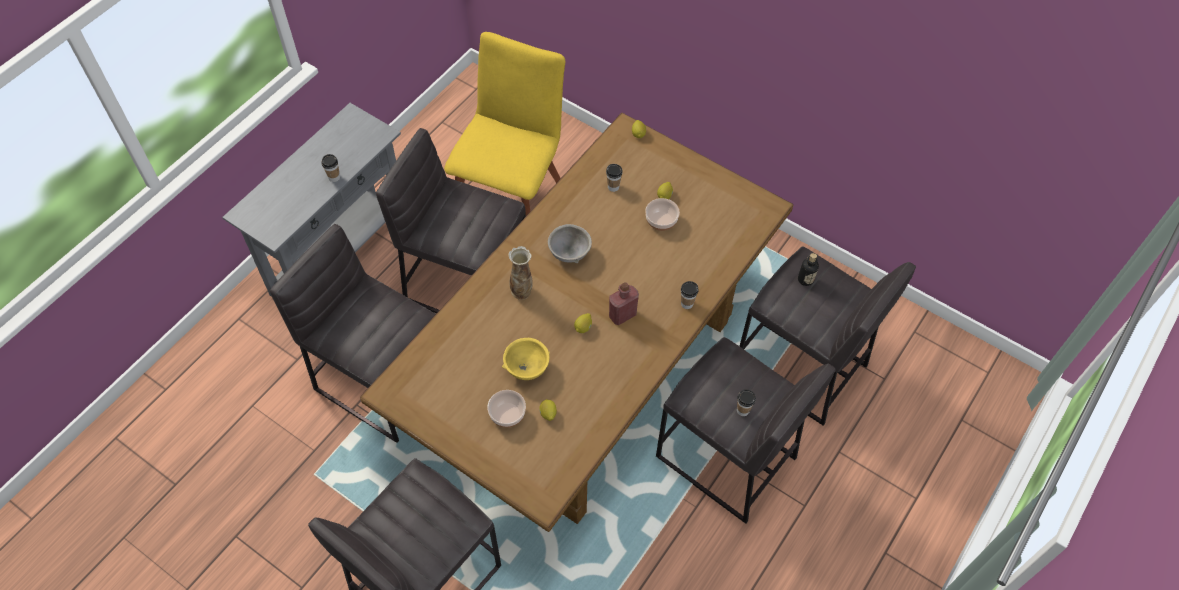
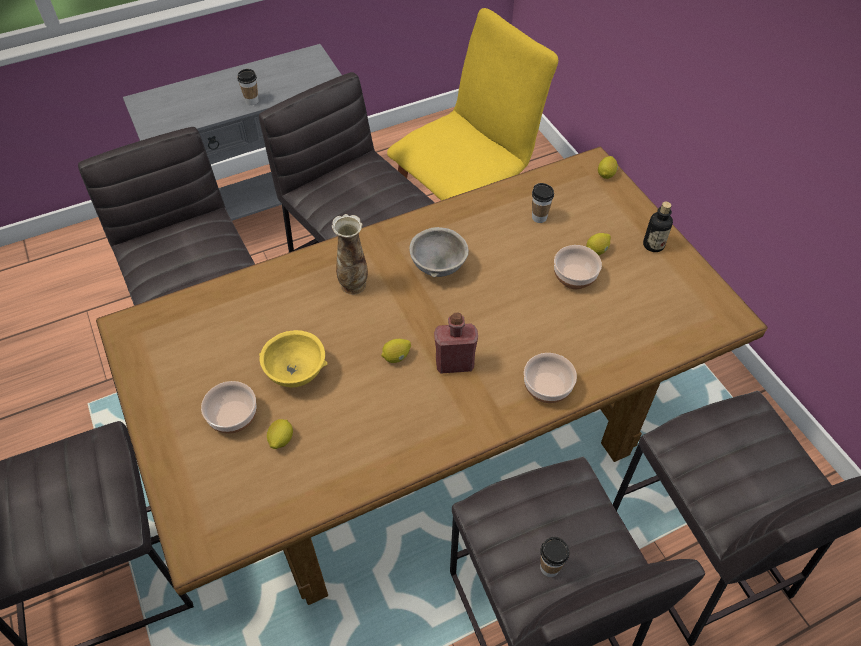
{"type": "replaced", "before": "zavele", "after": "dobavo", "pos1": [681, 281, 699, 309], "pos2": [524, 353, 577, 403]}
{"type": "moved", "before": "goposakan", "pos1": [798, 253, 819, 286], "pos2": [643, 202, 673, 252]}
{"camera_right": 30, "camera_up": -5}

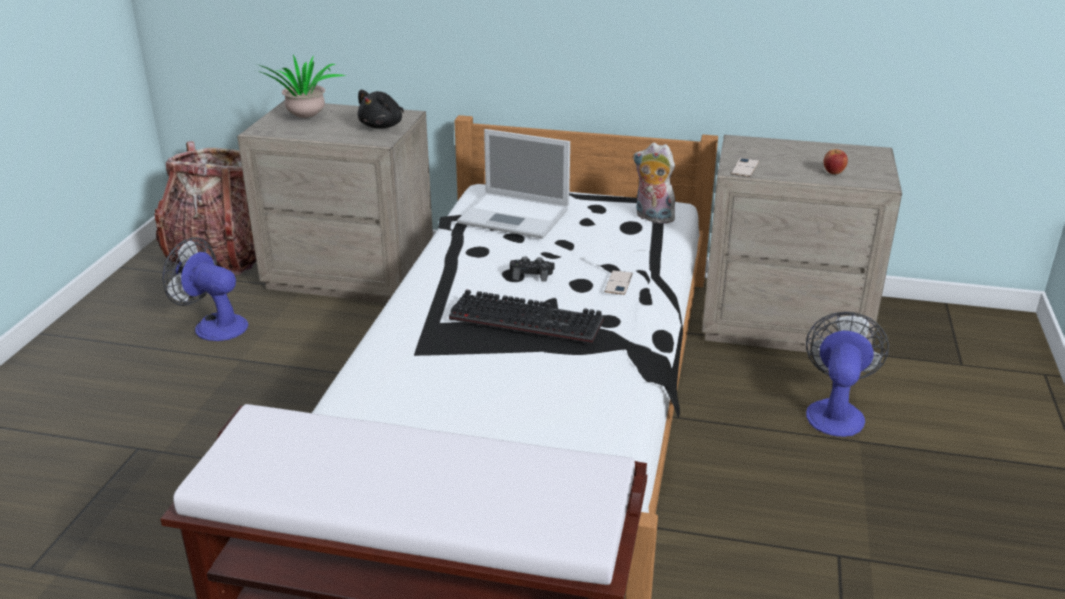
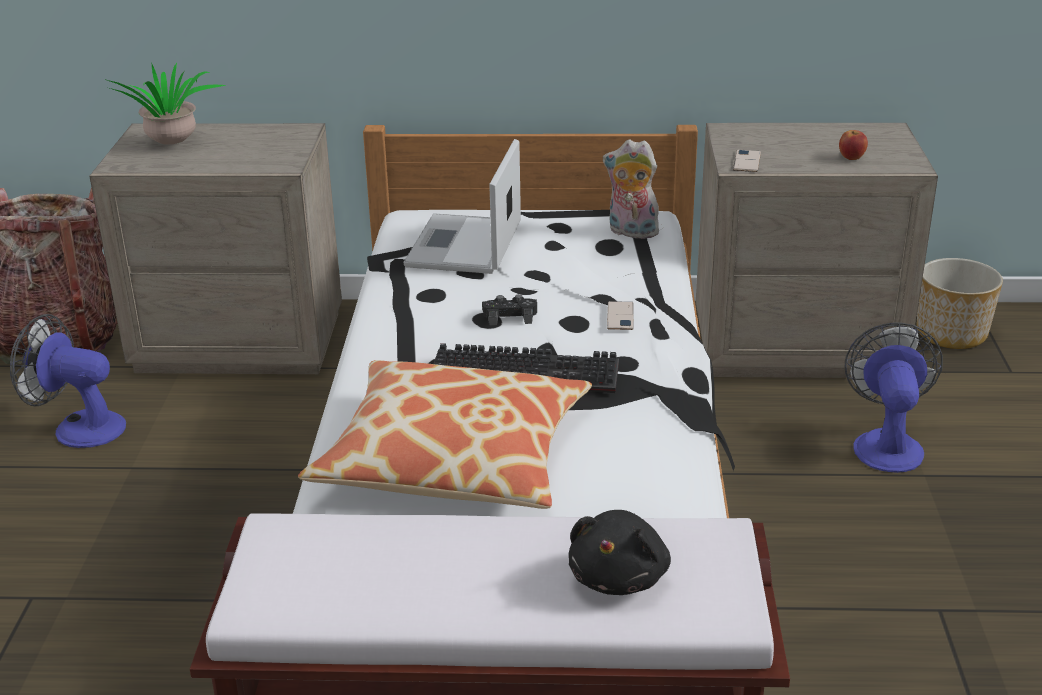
{"type": "moved", "before": "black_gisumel", "pos1": [357, 90, 404, 128], "pos2": [569, 510, 671, 595]}
{"type": "turned", "before": "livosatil", "pos1": [457, 129, 570, 239], "pos2": [403, 139, 521, 274], "turn": 90}
{"type": "added", "after": "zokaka", "pos2": [298, 360, 592, 509]}
{"type": "added", "after": "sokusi", "pos2": [917, 258, 1003, 349]}
{"camera_right": -10, "camera_up": 0}

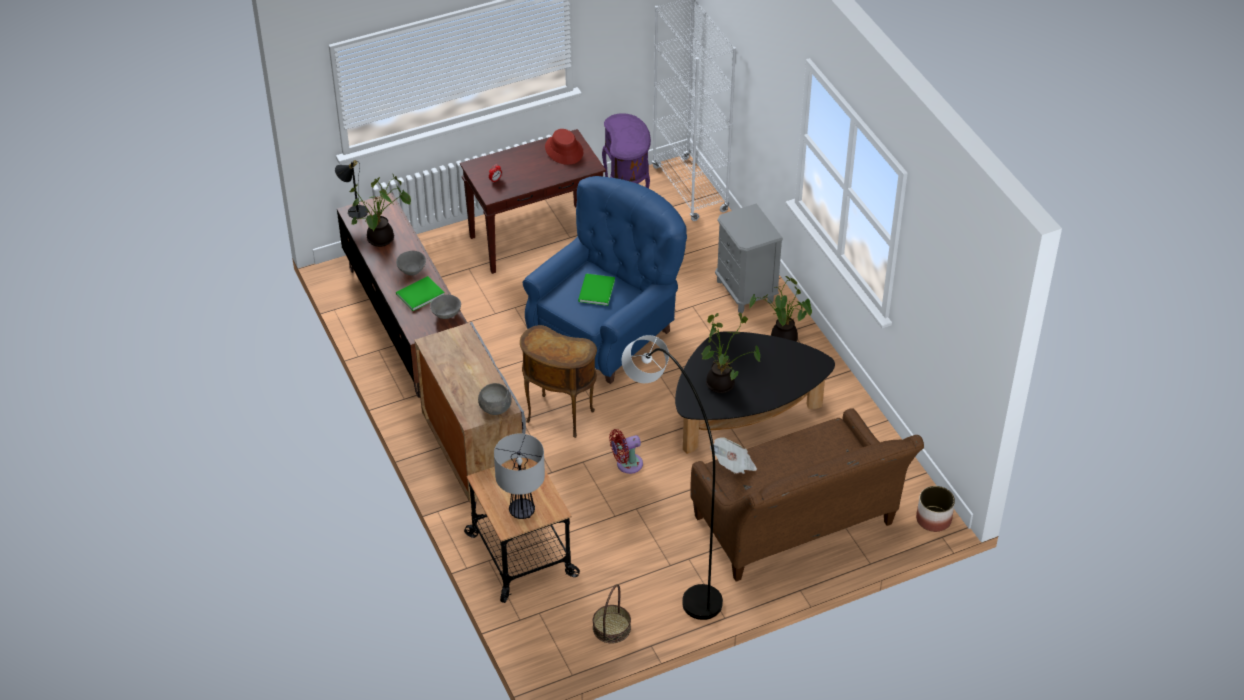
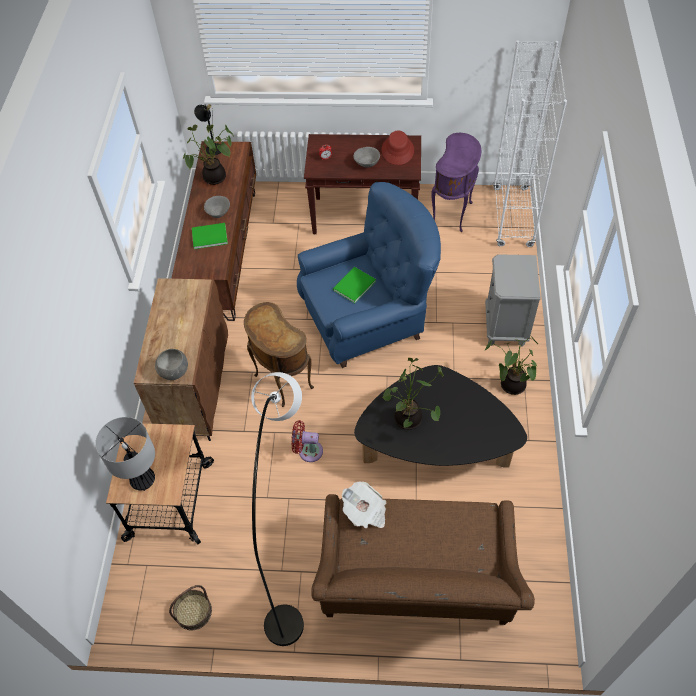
{"type": "recoloured", "before": "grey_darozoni", "after": "brown_darozoni", "pos1": [415, 322, 526, 508], "pos2": [134, 278, 228, 441]}
{"type": "moved", "before": "grey_dobavo", "pos1": [430, 295, 461, 319], "pos2": [353, 147, 380, 168]}
{"type": "removed", "before": "sokusi", "pos1": [916, 486, 955, 532]}
{"camera_right": 30, "camera_up": 10}

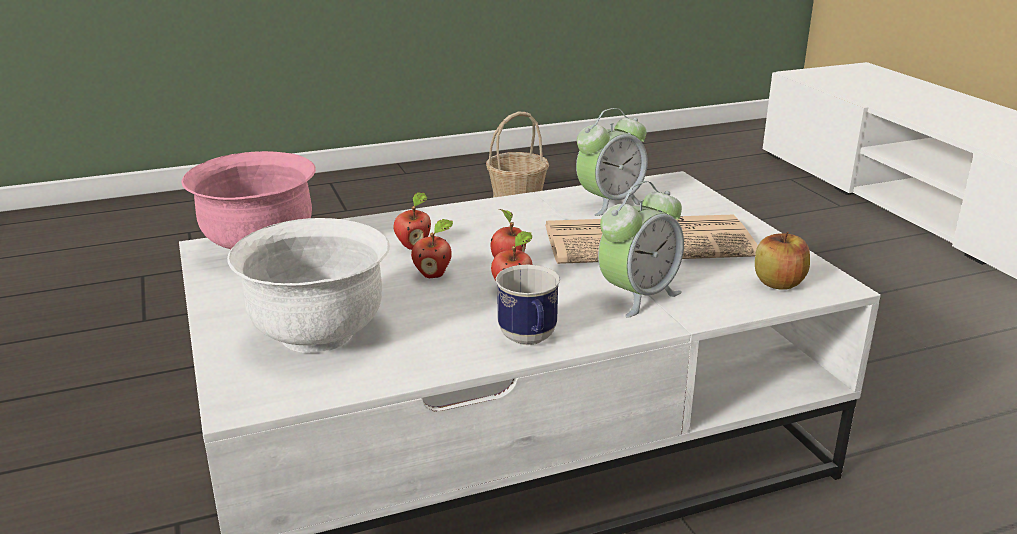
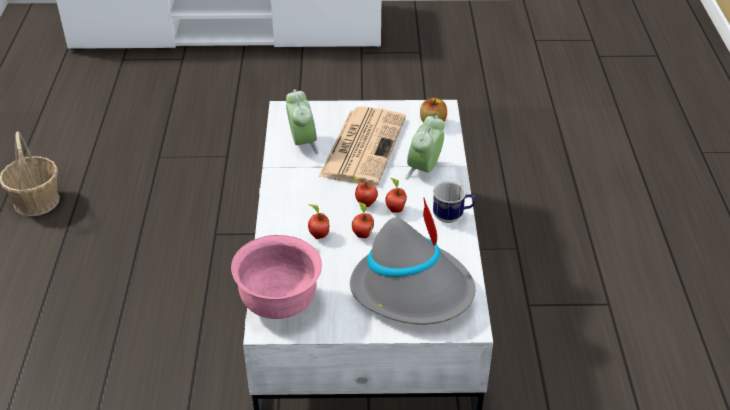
{"type": "replaced", "before": "white_dobavo", "after": "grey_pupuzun", "pos1": [227, 218, 390, 353], "pos2": [350, 197, 475, 325]}
{"type": "turned", "before": "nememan", "pos1": [598, 181, 684, 318], "pos2": [406, 115, 445, 180], "turn": -135}
{"camera_right": -70, "camera_up": 15}

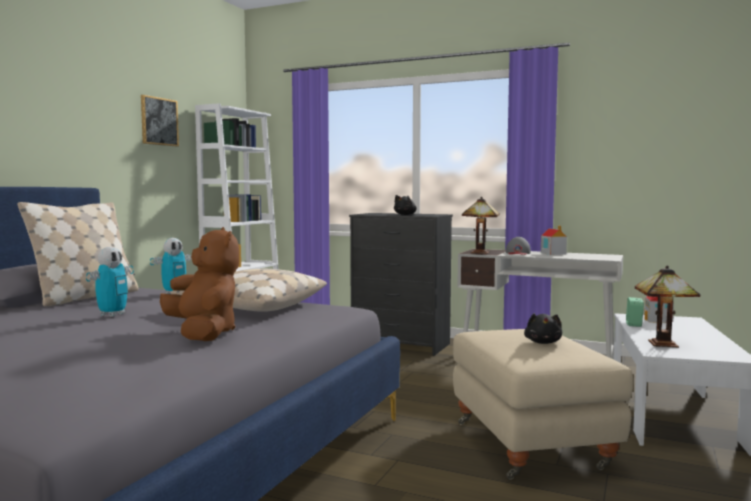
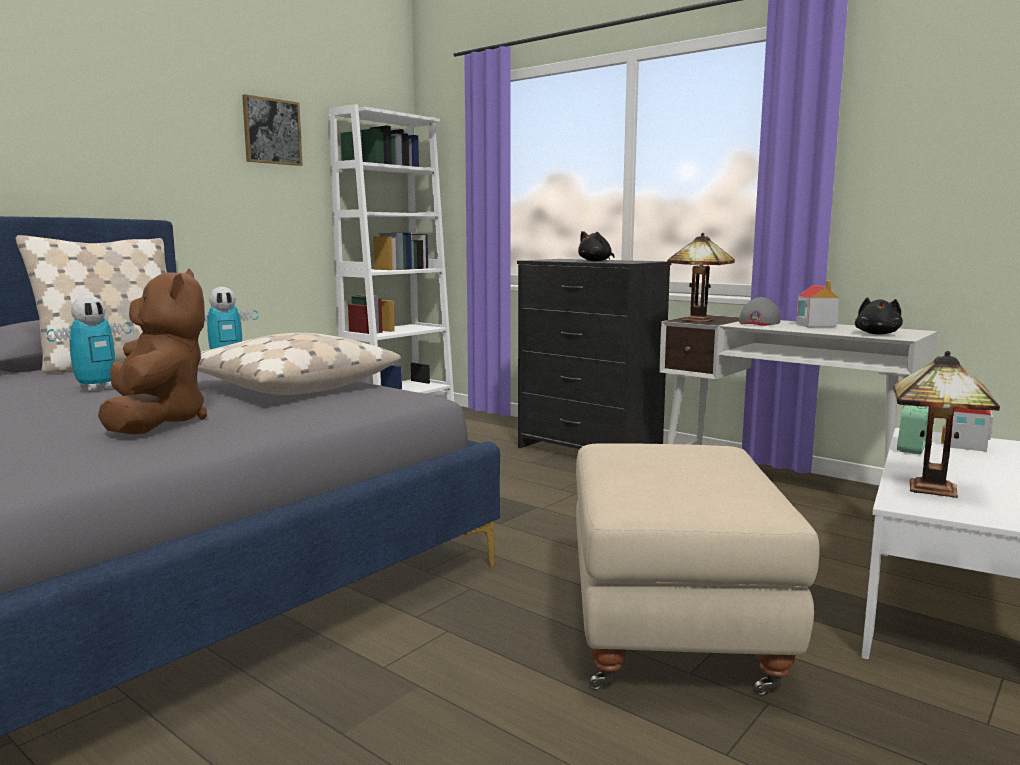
{"type": "moved", "before": "black_gisumel", "pos1": [524, 313, 562, 344], "pos2": [855, 297, 903, 335]}
{"camera_right": 15, "camera_up": 5}

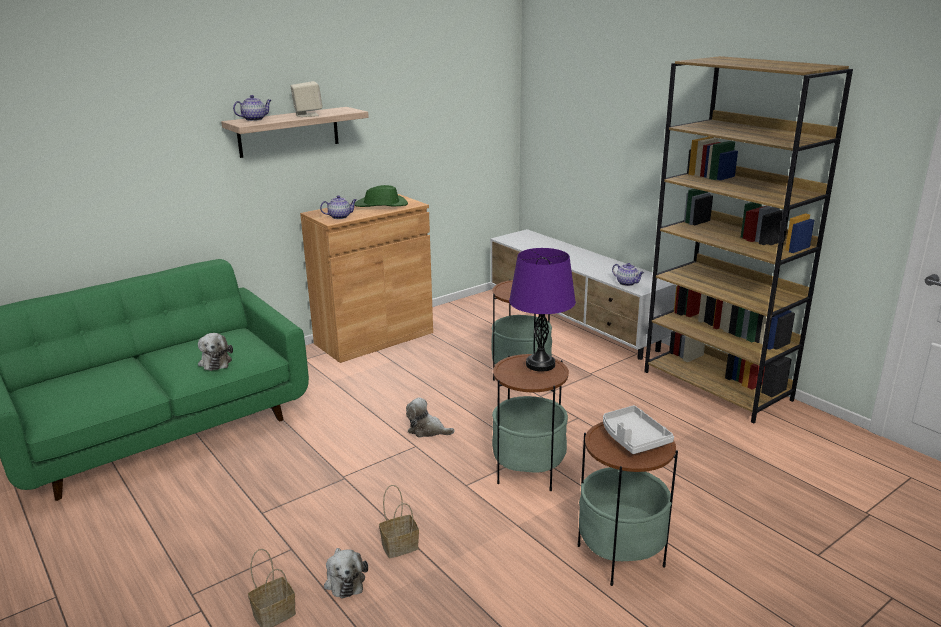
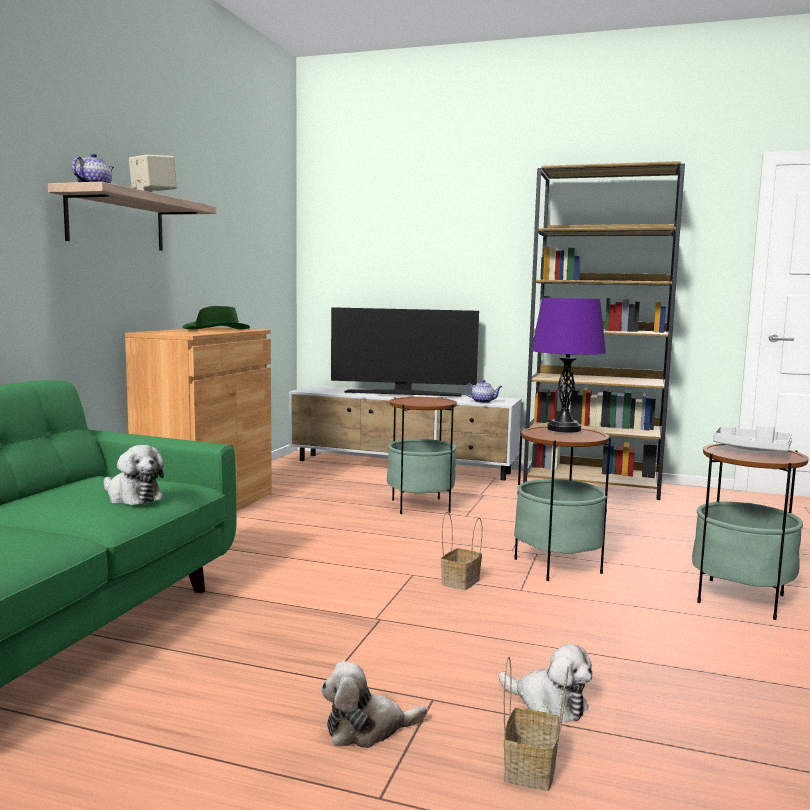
{"type": "removed", "before": "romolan", "pos1": [320, 195, 357, 219]}
{"type": "moved", "before": "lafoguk", "pos1": [379, 485, 419, 558], "pos2": [441, 512, 482, 590]}
{"type": "moved", "before": "gisumel", "pos1": [406, 398, 455, 438], "pos2": [321, 661, 427, 748]}
{"type": "added", "after": "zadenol", "pos2": [331, 307, 479, 397]}
{"camera_right": -35, "camera_up": -15}

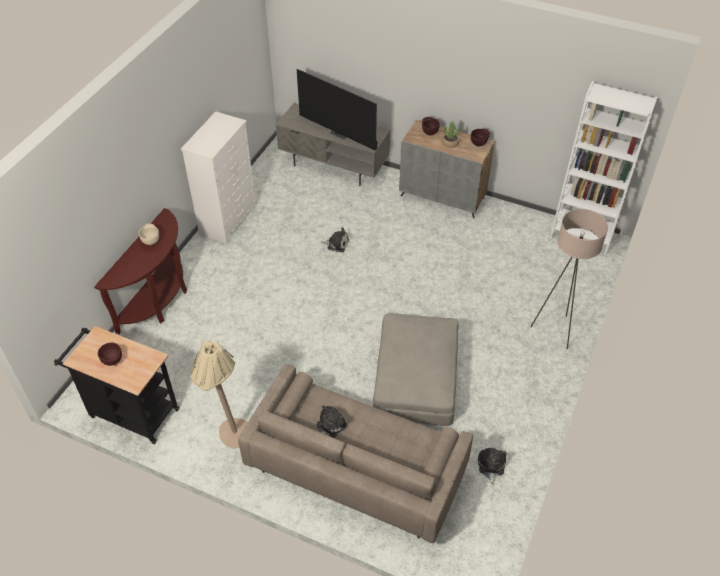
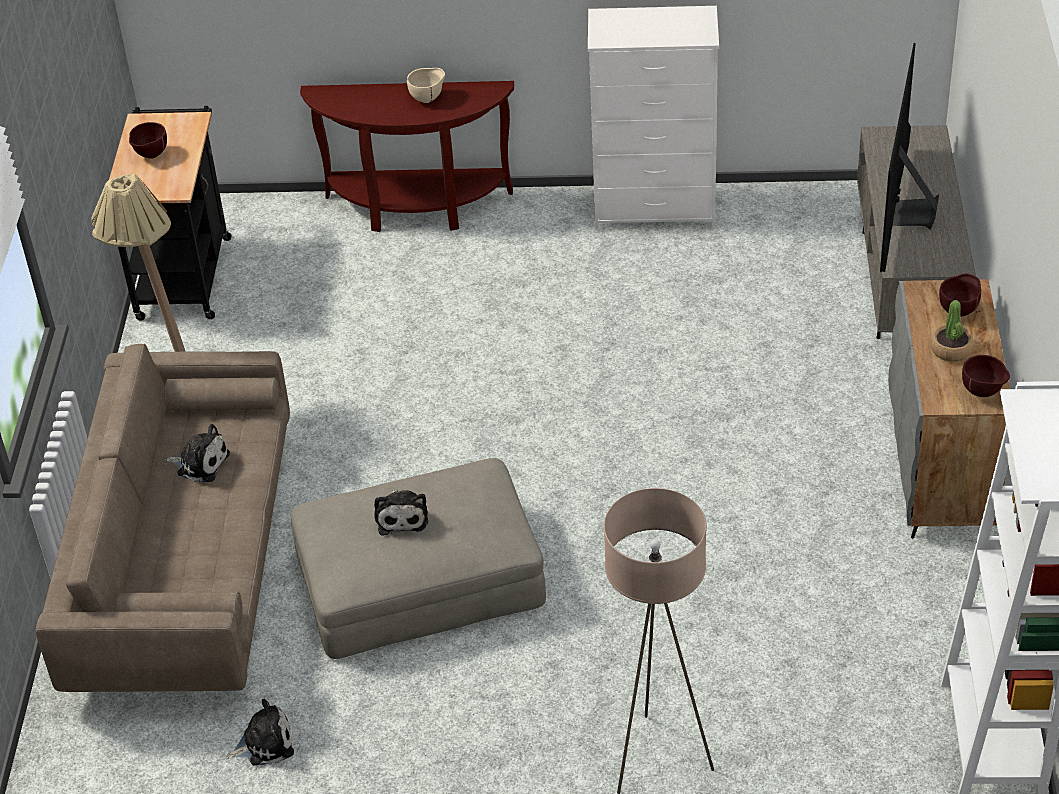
{"type": "moved", "before": "gisumel", "pos1": [321, 227, 349, 252], "pos2": [374, 490, 428, 535]}
{"camera_right": 70, "camera_up": -5}

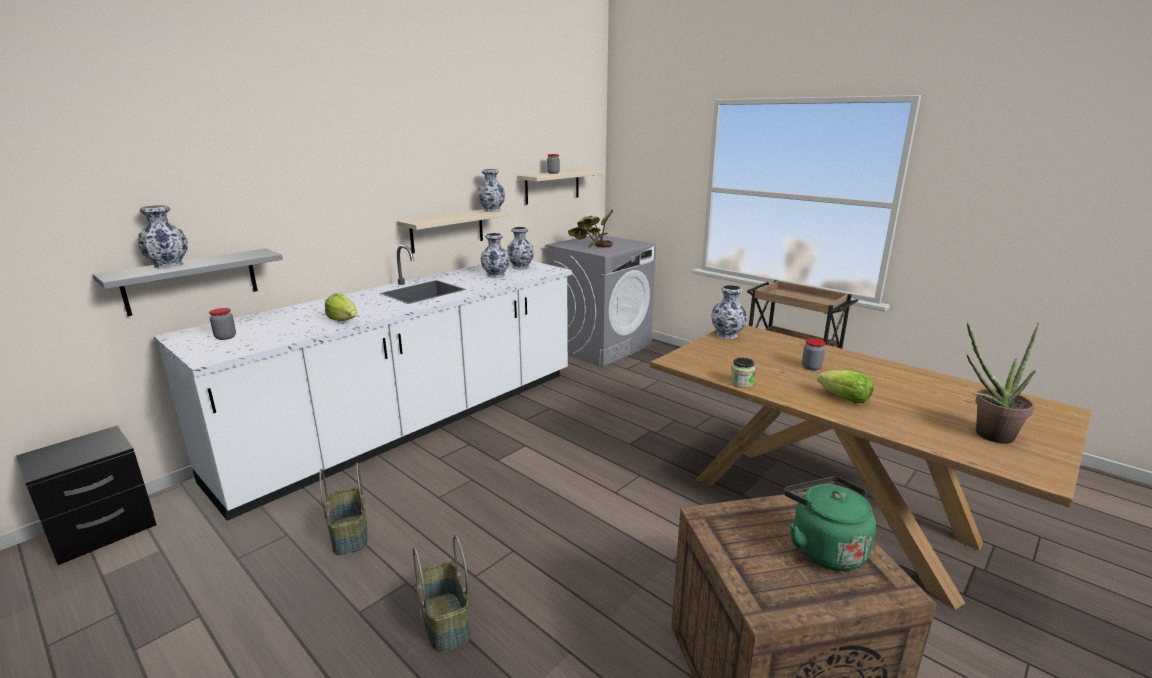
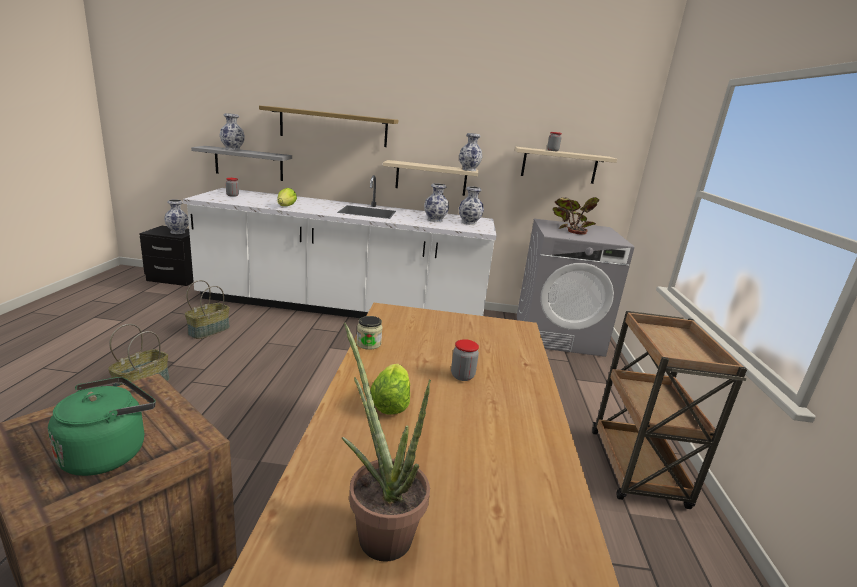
{"type": "moved", "before": "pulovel", "pos1": [711, 285, 747, 339], "pos2": [164, 199, 189, 234]}
{"type": "added", "after": "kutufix", "pos2": [259, 106, 398, 147]}
{"camera_right": 50, "camera_up": 0}

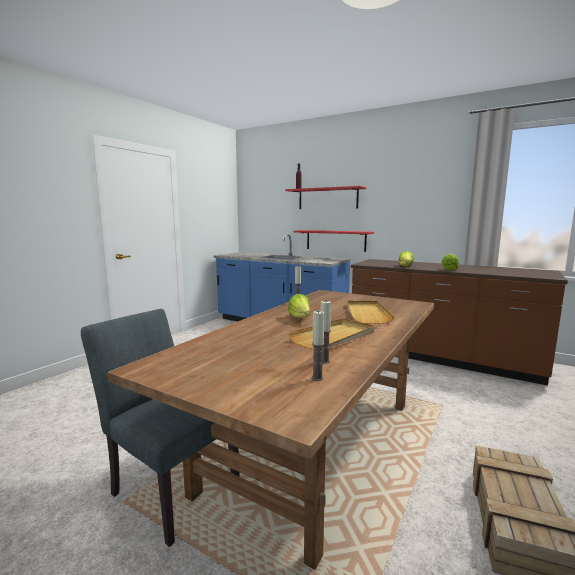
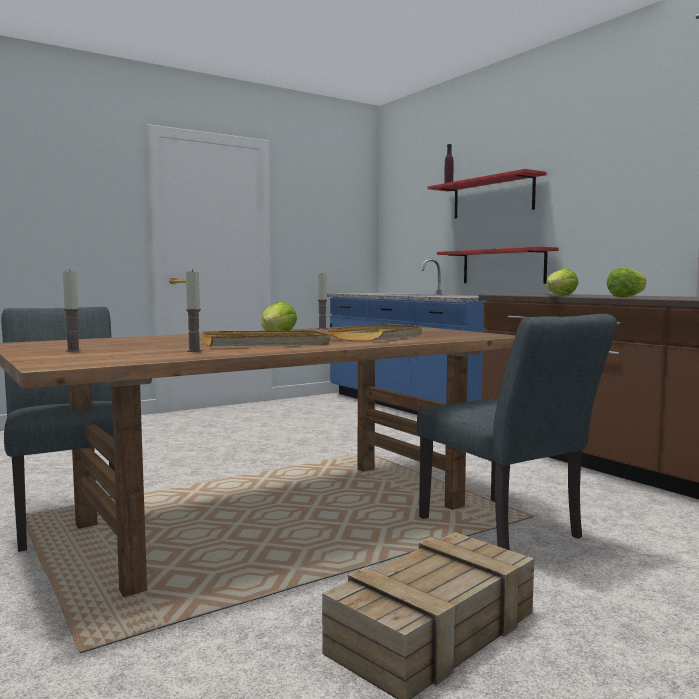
{"type": "moved", "before": "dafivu", "pos1": [312, 310, 324, 381], "pos2": [63, 269, 81, 352]}
{"type": "added", "after": "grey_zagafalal", "pos2": [417, 314, 617, 550]}
{"camera_right": 25, "camera_up": -5}

